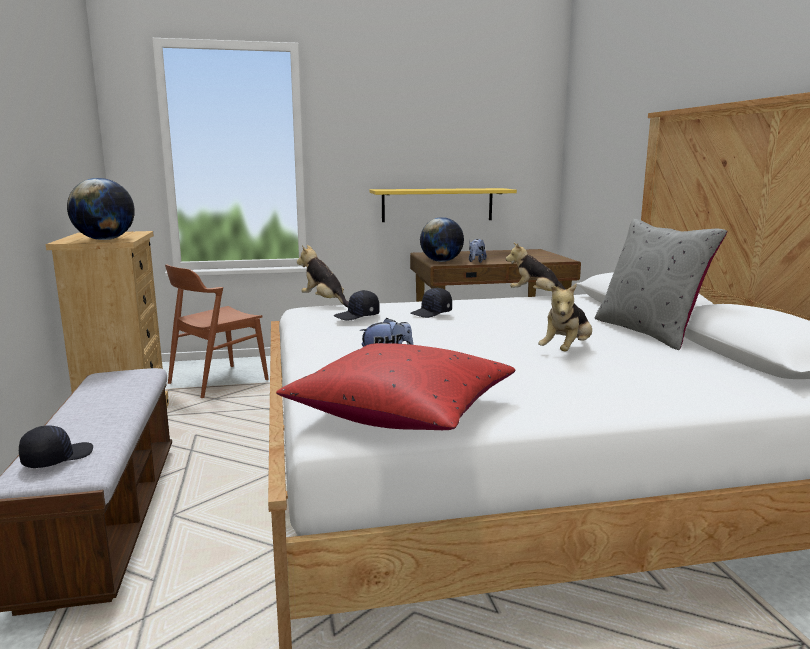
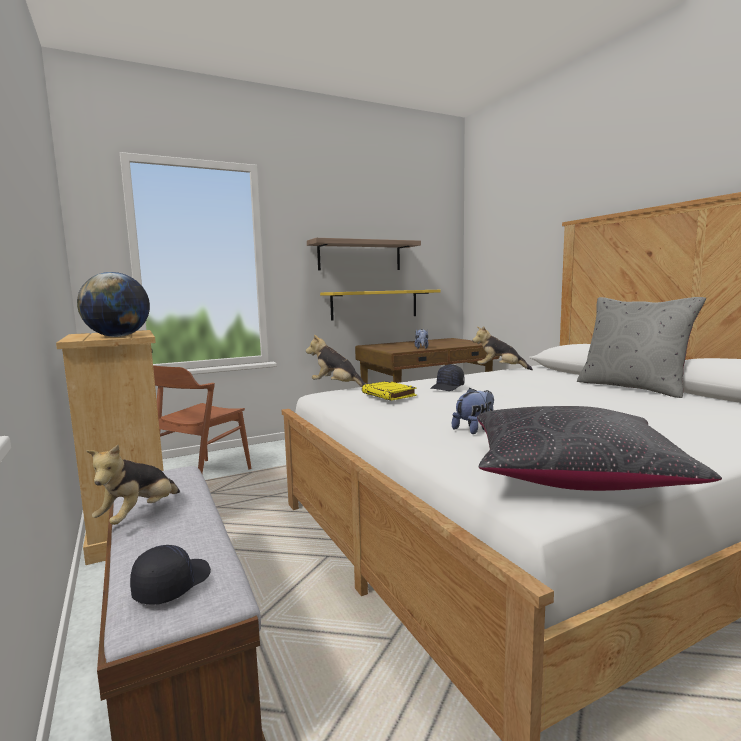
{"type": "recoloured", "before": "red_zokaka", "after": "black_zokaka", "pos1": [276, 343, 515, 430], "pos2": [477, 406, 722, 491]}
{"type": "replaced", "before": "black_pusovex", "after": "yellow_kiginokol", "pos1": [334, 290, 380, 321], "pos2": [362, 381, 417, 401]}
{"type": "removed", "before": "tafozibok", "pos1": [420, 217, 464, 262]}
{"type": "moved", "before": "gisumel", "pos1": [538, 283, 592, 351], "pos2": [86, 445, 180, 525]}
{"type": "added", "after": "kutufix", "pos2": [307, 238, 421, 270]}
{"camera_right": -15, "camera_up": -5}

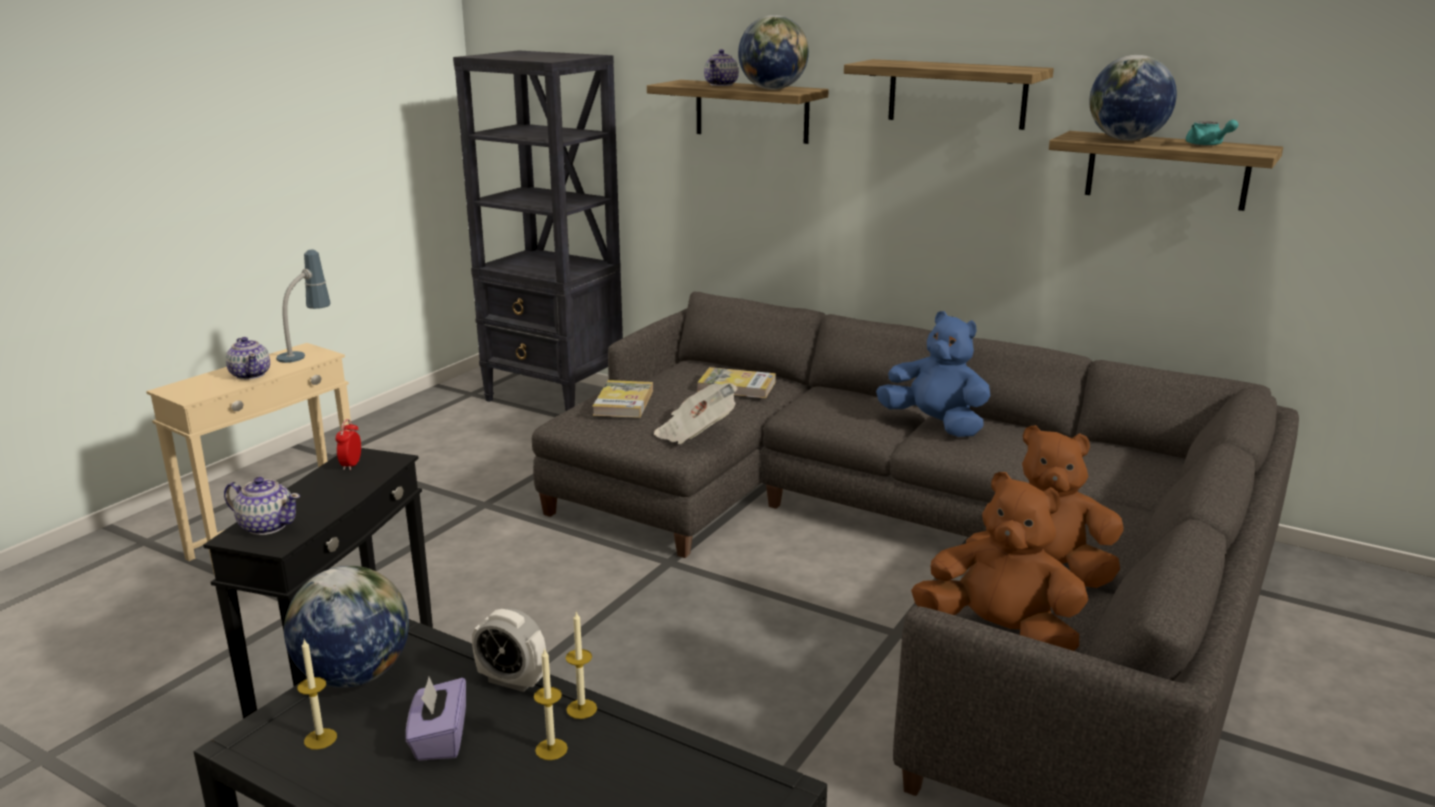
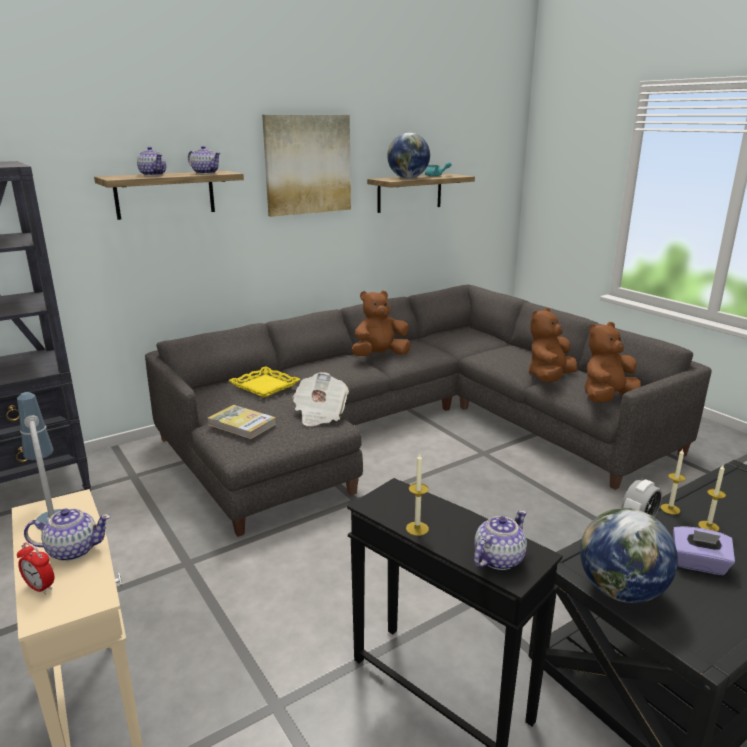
{"type": "moved", "before": "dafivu", "pos1": [297, 639, 337, 750], "pos2": [406, 454, 429, 536]}
{"type": "moved", "before": "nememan", "pos1": [335, 419, 361, 470], "pos2": [17, 542, 54, 594]}
{"type": "replaced", "before": "kiginokol", "after": "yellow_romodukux", "pos1": [697, 367, 776, 398], "pos2": [228, 366, 301, 397]}
{"type": "replaced", "before": "tafozibok", "after": "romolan", "pos1": [738, 15, 809, 90], "pos2": [188, 146, 221, 174]}
{"type": "replaced", "before": "kutufix", "after": "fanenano", "pos1": [844, 59, 1054, 130], "pos2": [262, 115, 351, 217]}
{"type": "recoloured", "before": "blue_gisumel", "after": "brown_gisumel", "pos1": [876, 311, 990, 437], "pos2": [352, 290, 410, 356]}
{"camera_right": -65, "camera_up": 0}

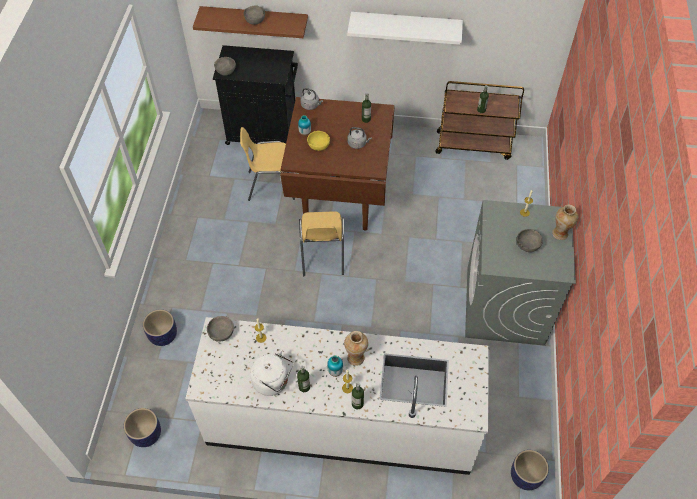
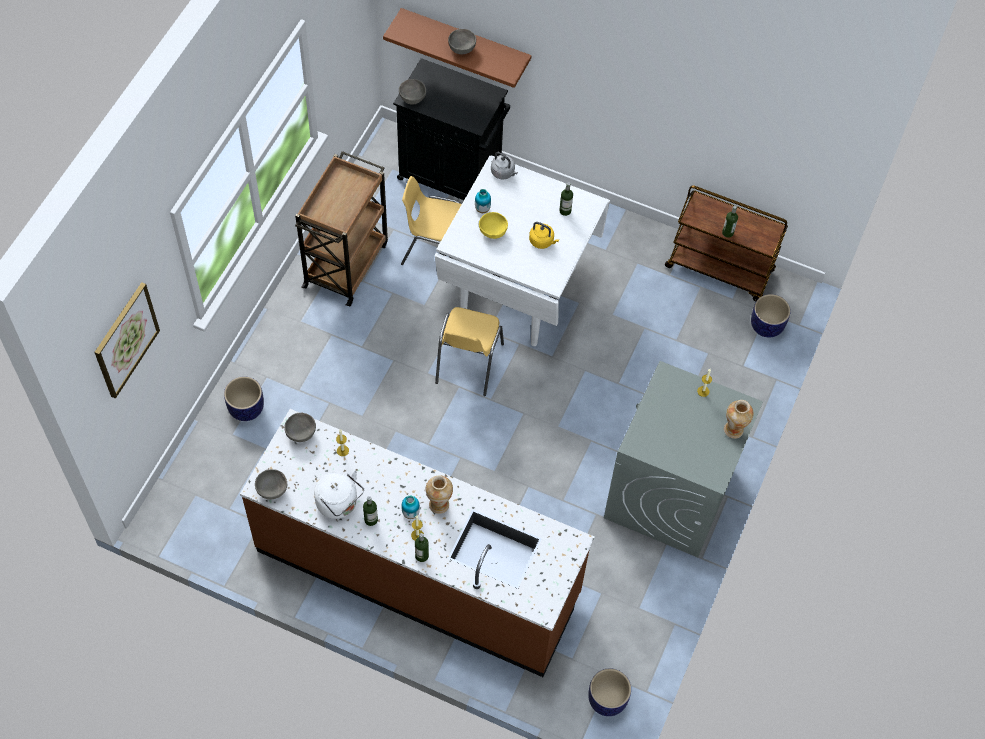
{"type": "moved", "before": "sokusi", "pos1": [124, 408, 161, 447], "pos2": [751, 294, 791, 337]}
{"type": "recoloured", "before": "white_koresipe", "after": "brown_koresipe", "pos1": [185, 317, 489, 475], "pos2": [240, 409, 595, 677]}
{"type": "recoloured", "before": "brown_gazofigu", "after": "white_gazofigu", "pos1": [280, 97, 395, 231], "pos2": [435, 156, 610, 346]}
{"type": "removed", "before": "white_kutufix", "pos1": [347, 12, 463, 45]}
{"type": "recoloured", "before": "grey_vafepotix", "after": "yellow_vafepotix", "pos1": [347, 127, 372, 149], "pos2": [529, 222, 559, 249]}
{"type": "moved", "before": "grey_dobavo", "pos1": [517, 229, 543, 252], "pos2": [255, 469, 287, 500]}
{"type": "added", "after": "fanenano", "pos2": [94, 282, 160, 399]}
{"type": "added", "after": "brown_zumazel", "pos2": [295, 151, 388, 306]}
{"camera_right": 15, "camera_up": 5}

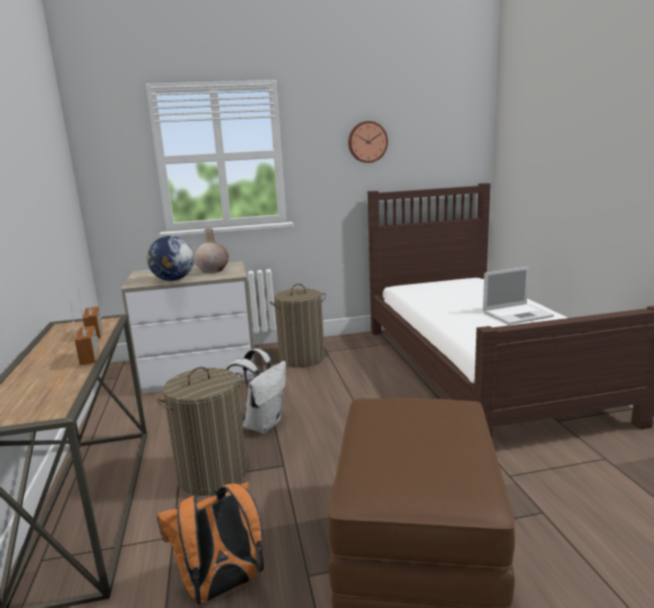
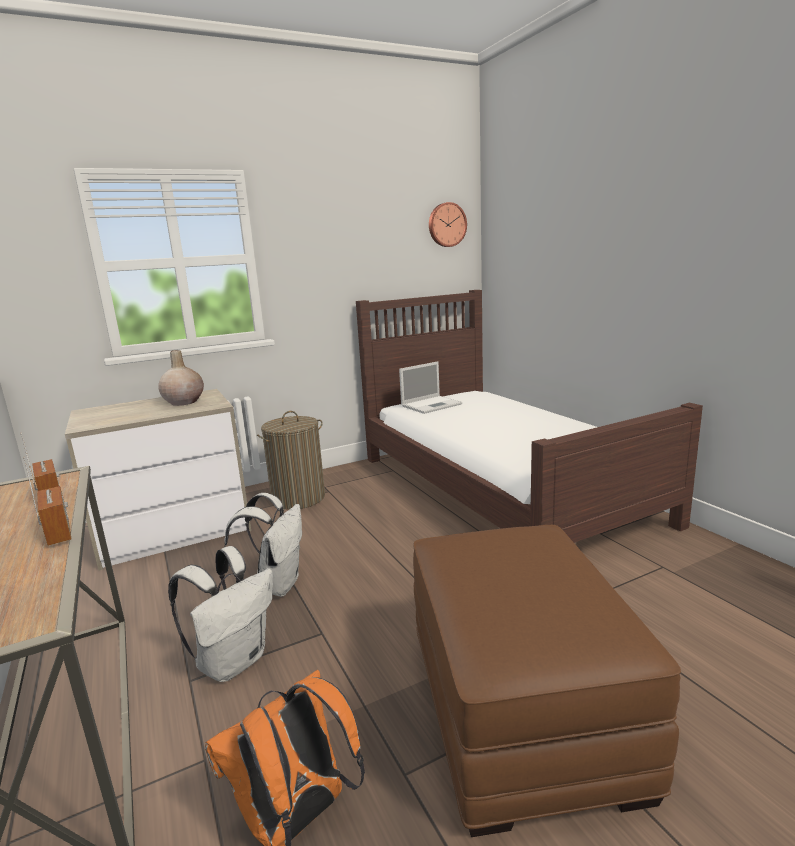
{"type": "removed", "before": "tafozibok", "pos1": [146, 236, 194, 281]}
{"type": "replaced", "before": "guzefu", "after": "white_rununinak", "pos1": [156, 367, 247, 496], "pos2": [168, 546, 273, 682]}
{"type": "moved", "before": "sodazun", "pos1": [348, 121, 388, 163], "pos2": [429, 202, 467, 247]}
{"type": "moved", "before": "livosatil", "pos1": [483, 267, 554, 325], "pos2": [399, 361, 462, 414]}
{"camera_right": -15, "camera_up": 0}

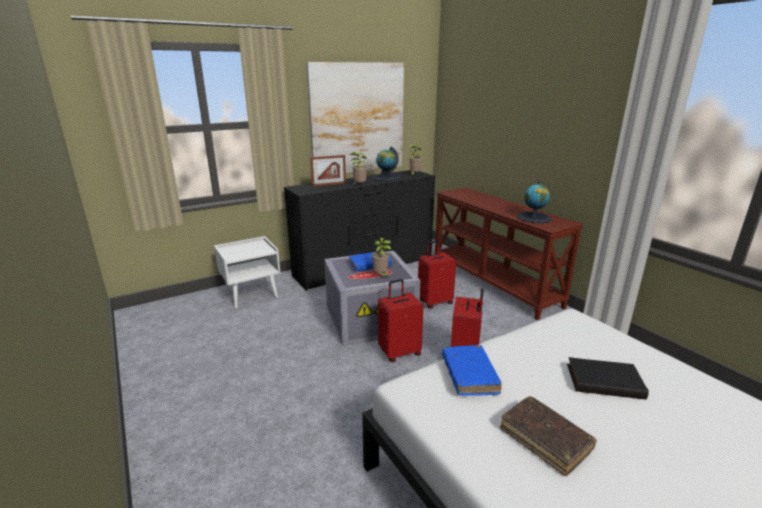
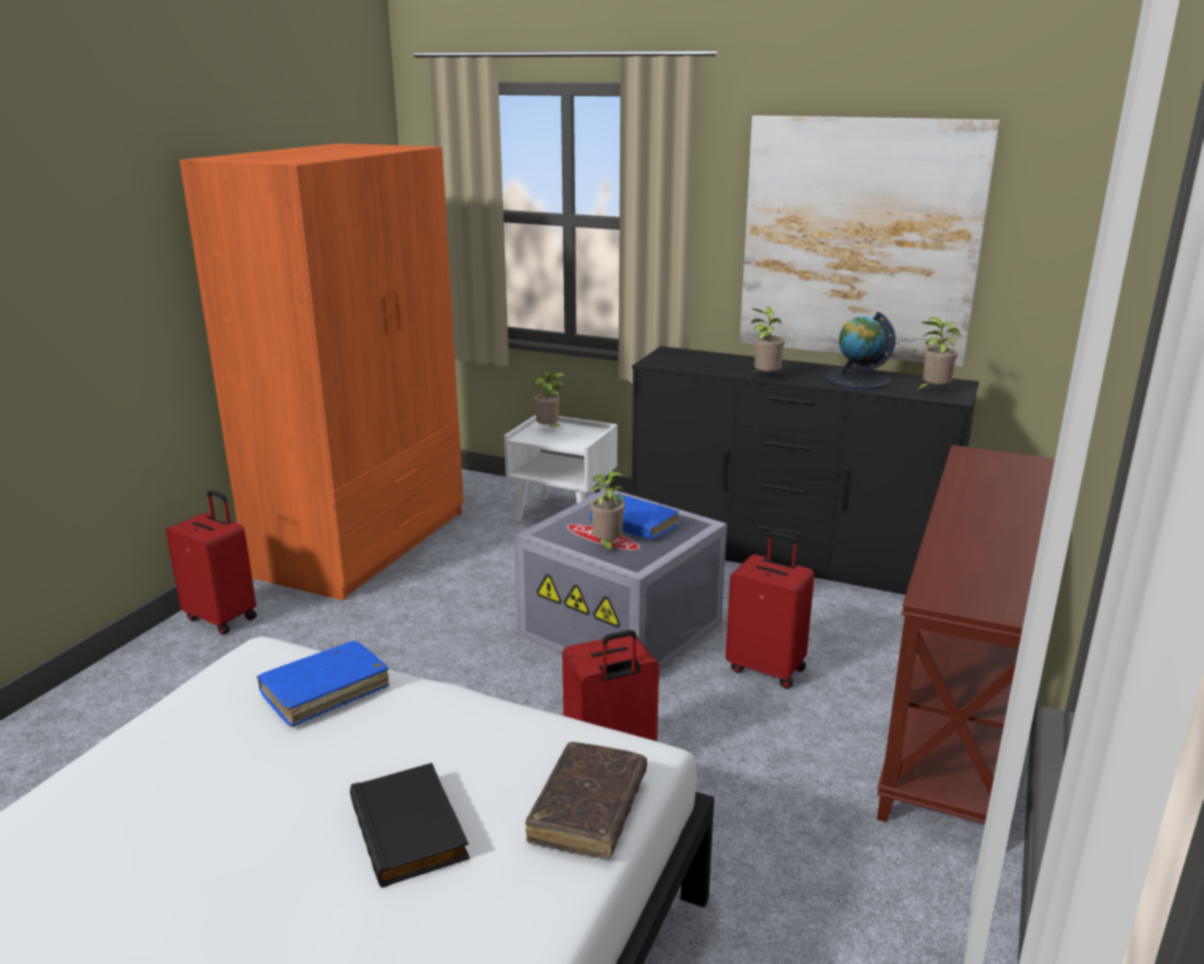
{"type": "removed", "before": "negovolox", "pos1": [310, 155, 346, 187]}
{"type": "moved", "before": "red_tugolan", "pos1": [378, 279, 424, 362], "pos2": [166, 490, 257, 635]}
{"type": "moved", "before": "brown_kiginokol", "pos1": [500, 396, 597, 476], "pos2": [525, 742, 647, 858]}
{"type": "removed", "before": "tafozibok", "pos1": [517, 180, 552, 223]}
{"type": "added", "after": "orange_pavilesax", "pos2": [179, 143, 464, 601]}
{"type": "added", "after": "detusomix", "pos2": [534, 372, 565, 427]}
{"camera_right": 55, "camera_up": 0}

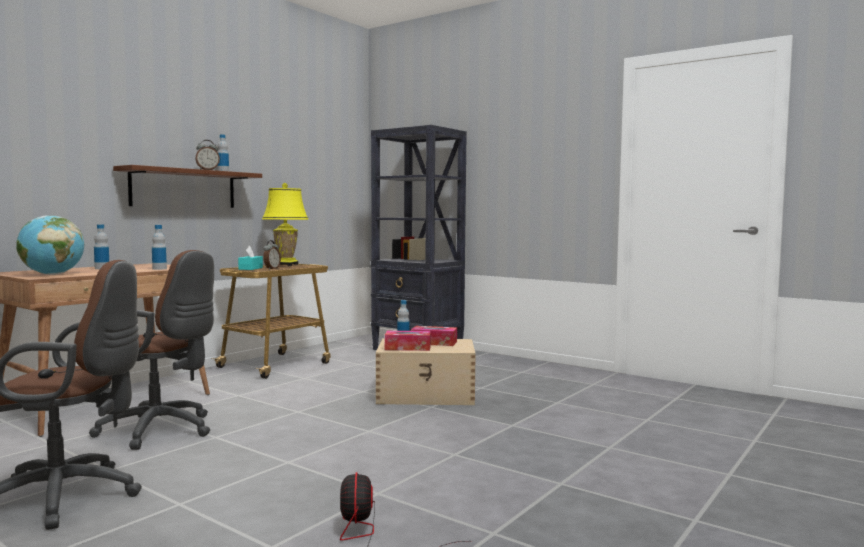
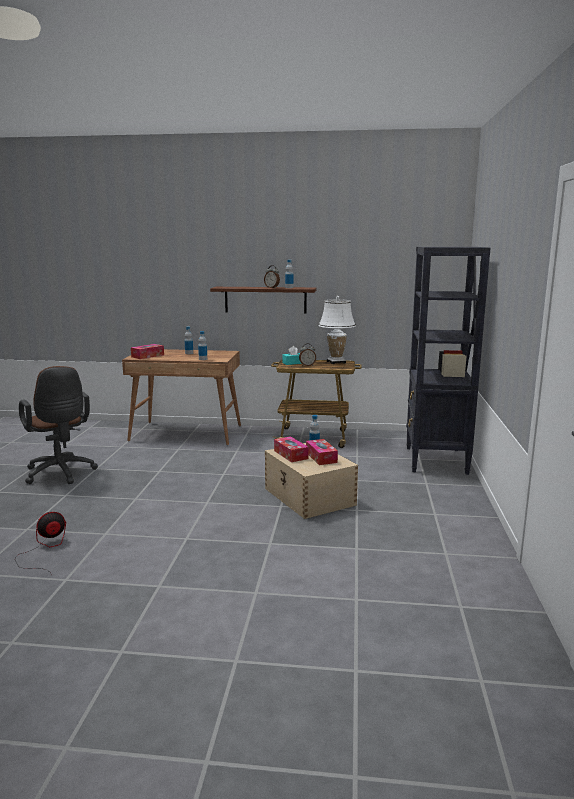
{"type": "replaced", "before": "tafozibok", "after": "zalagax", "pos1": [16, 215, 84, 275], "pos2": [131, 344, 164, 359]}
{"type": "removed", "before": "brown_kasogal", "pos1": [89, 250, 214, 450]}
{"type": "recoloured", "before": "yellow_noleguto", "after": "white_noleguto", "pos1": [262, 183, 309, 266], "pos2": [318, 296, 356, 364]}
{"camera_right": 60, "camera_up": 10}

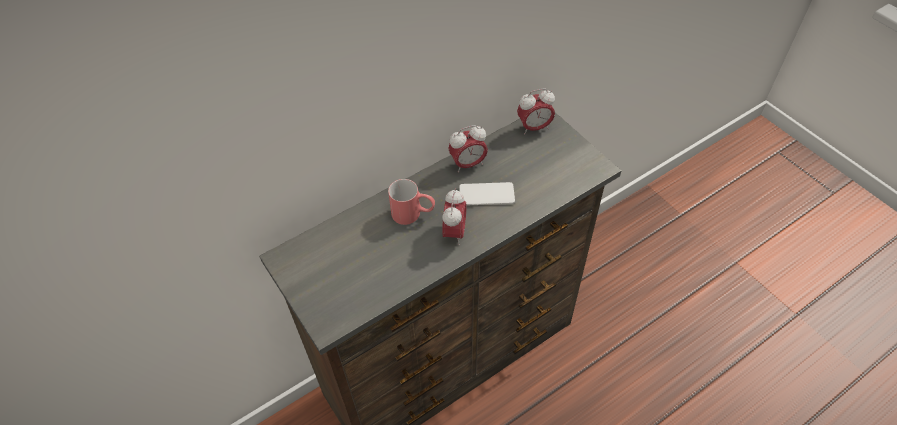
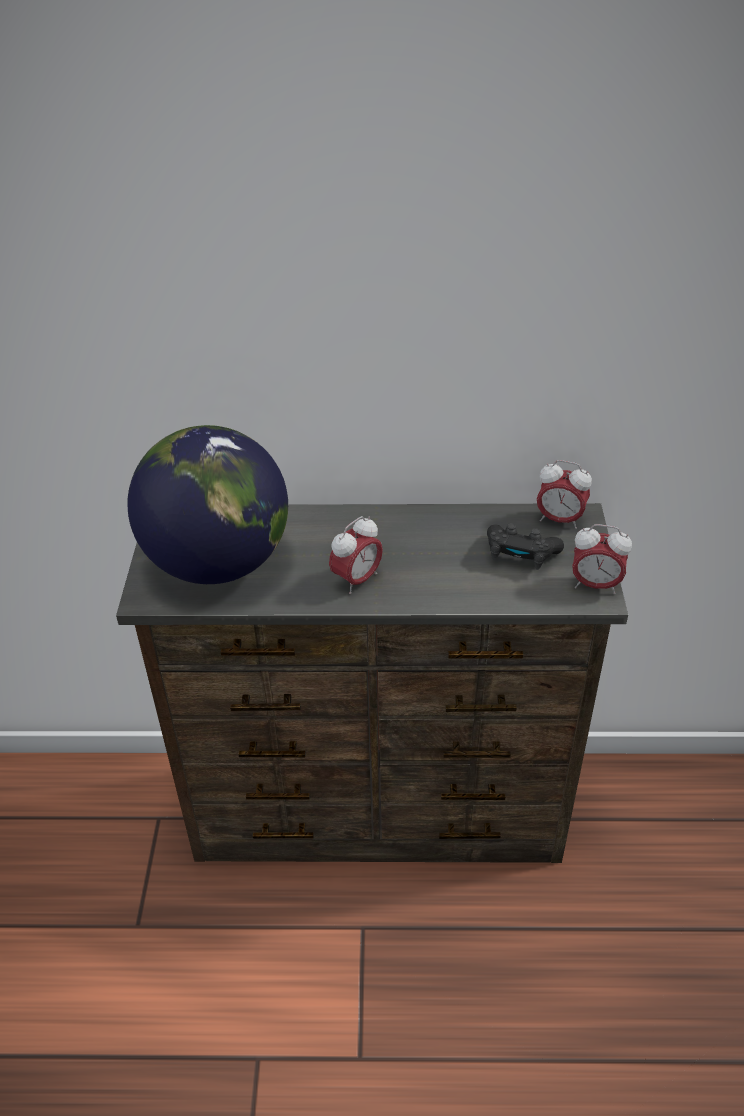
{"type": "removed", "before": "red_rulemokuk", "pos1": [388, 179, 435, 225]}
{"type": "moved", "before": "nememan", "pos1": [448, 125, 488, 172], "pos2": [572, 524, 632, 594]}
{"type": "removed", "before": "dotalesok", "pos1": [459, 182, 515, 206]}
{"type": "added", "after": "tafozibok", "pos2": [127, 425, 288, 584]}
{"type": "added", "after": "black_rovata", "pos2": [487, 523, 564, 570]}
{"camera_right": 35, "camera_up": -10}

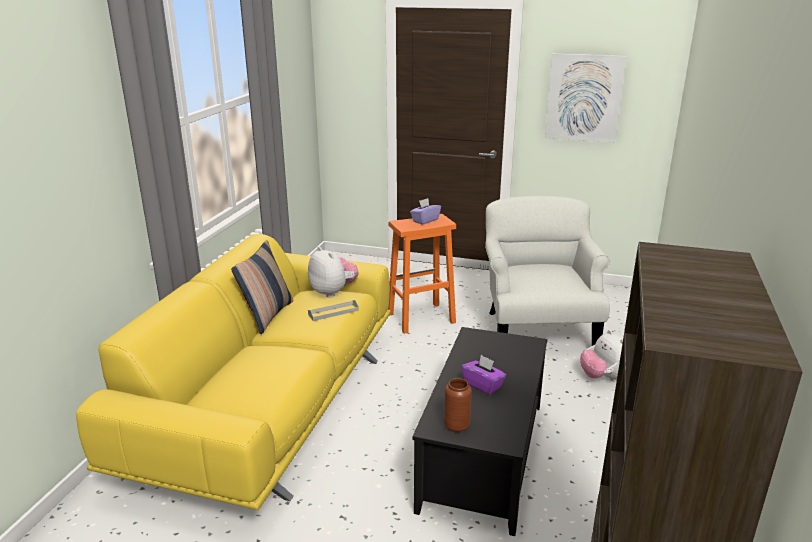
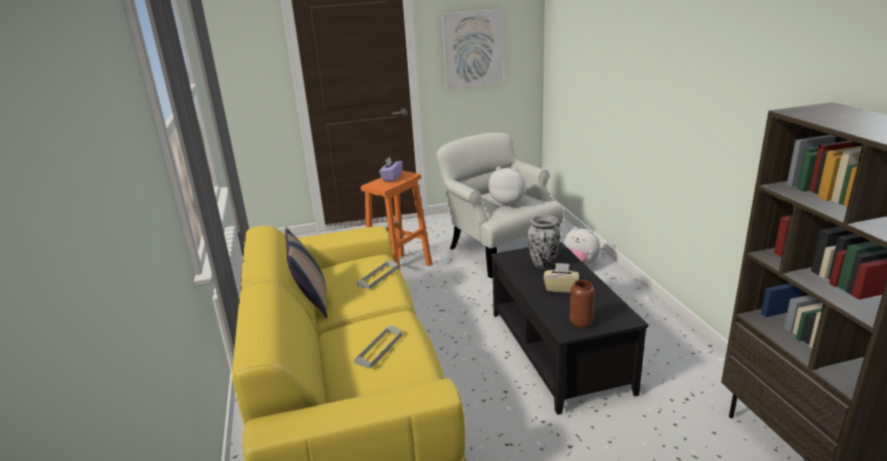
{"type": "moved", "before": "gisumel", "pos1": [308, 247, 359, 297], "pos2": [488, 167, 526, 206]}
{"type": "recoloured", "before": "purple_zalagax", "after": "beige_zalagax", "pos1": [462, 355, 506, 395], "pos2": [544, 263, 579, 293]}
{"type": "added", "after": "grey_romodukux", "pos2": [354, 325, 402, 369]}
{"type": "added", "after": "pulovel", "pos2": [528, 215, 561, 269]}
{"camera_right": -30, "camera_up": 0}

